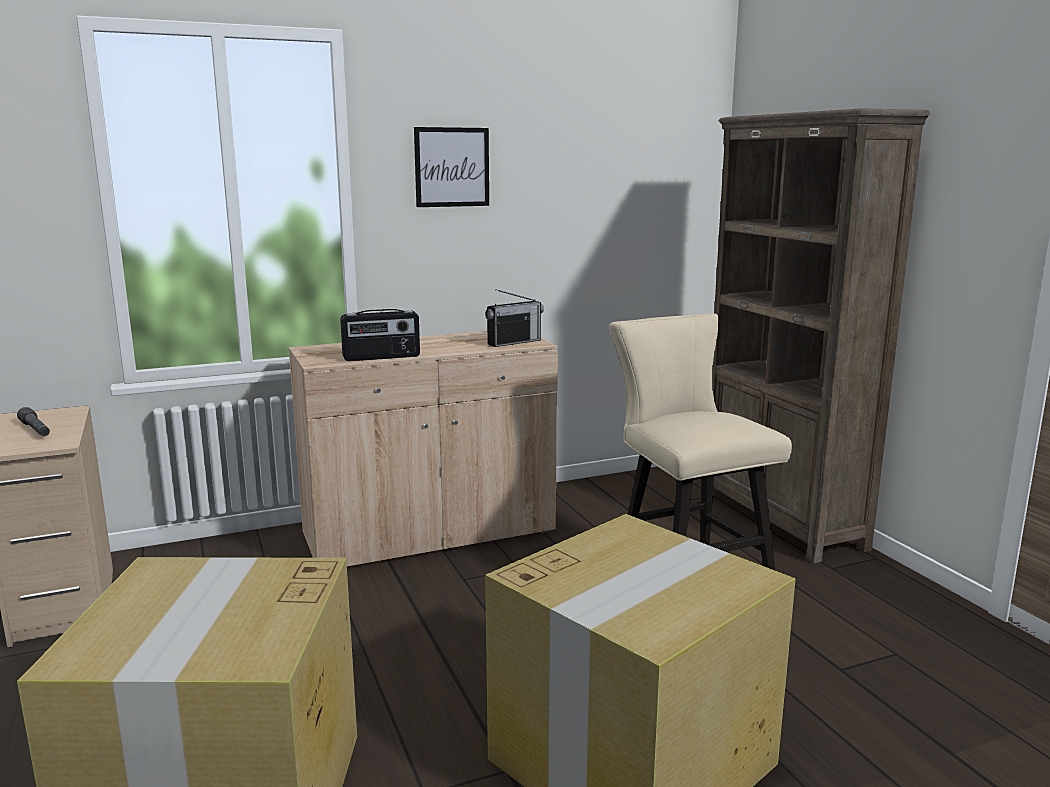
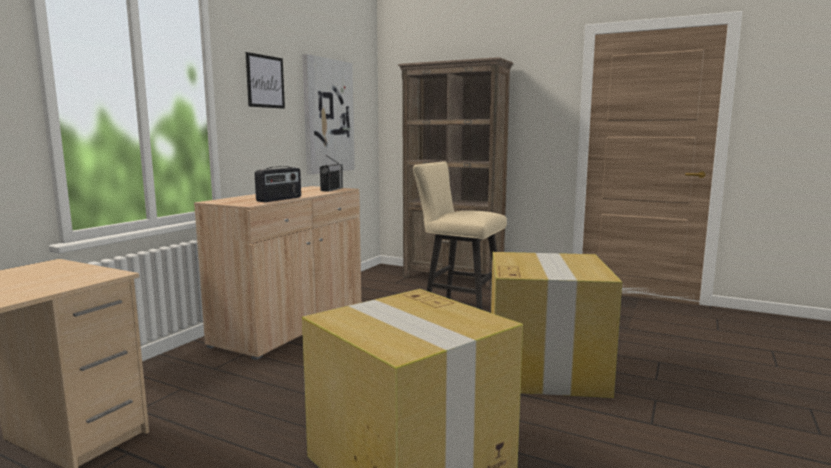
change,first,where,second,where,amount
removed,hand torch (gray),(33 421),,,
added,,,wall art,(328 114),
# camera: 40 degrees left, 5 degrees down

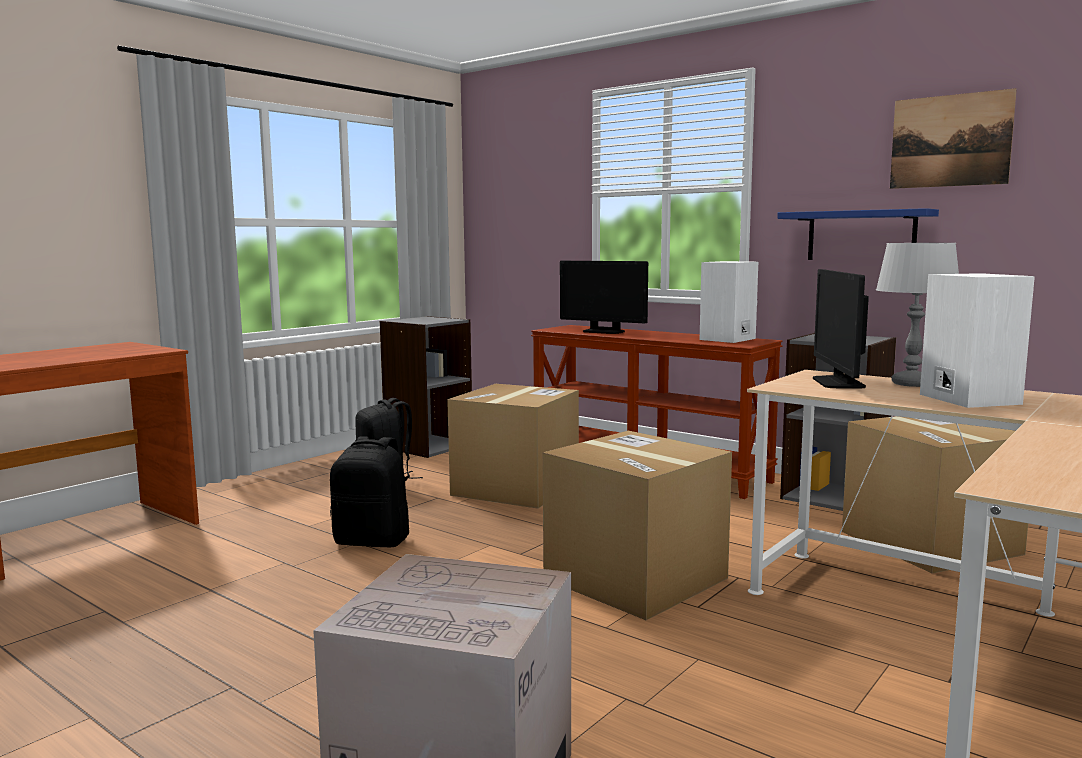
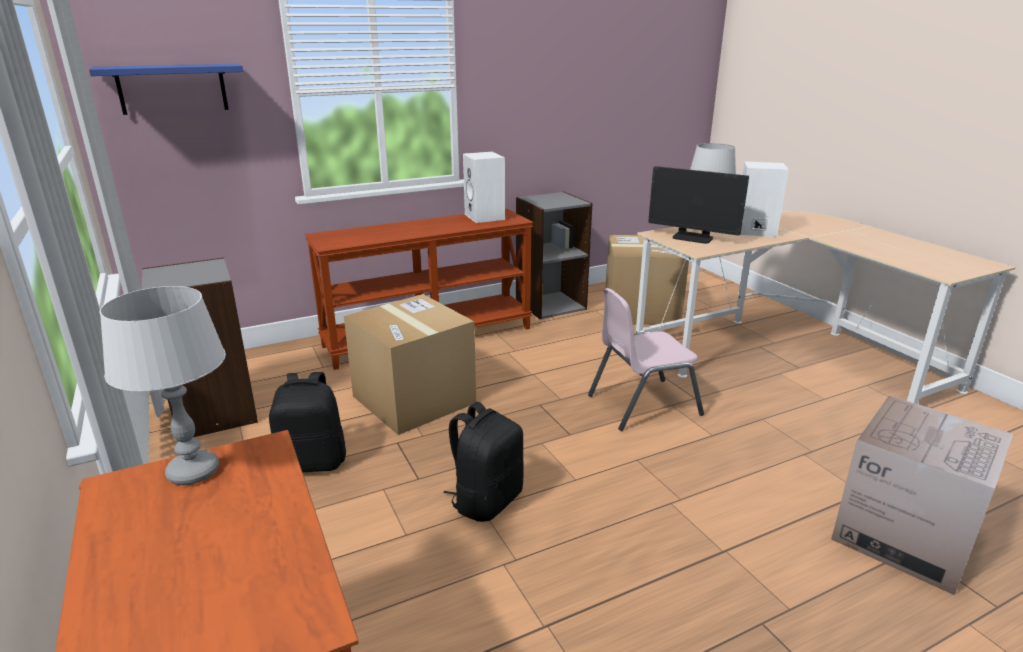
change,first,where,second,where,amount
replaced,packing box,(637 525),upright chair (pink),(646 359),
removed,computer display,(604 297),,,
moved,wall shelf (blue-coloured),(858 234),,(166 89),
removed,wall art,(953 138),,,
added,,,lamp for a table (gray),(162 385),
# camera: 65 degrees left, 15 degrees up

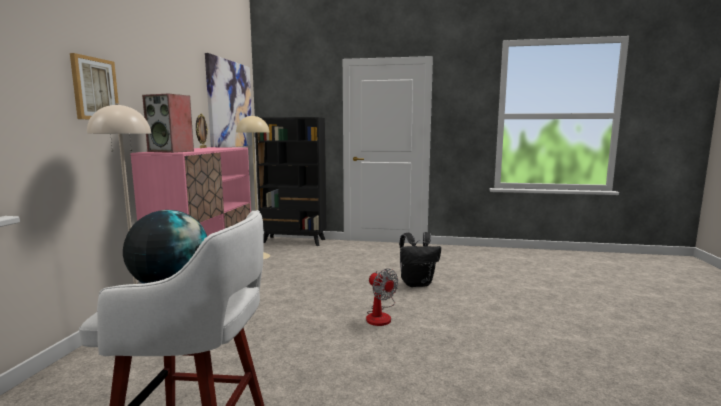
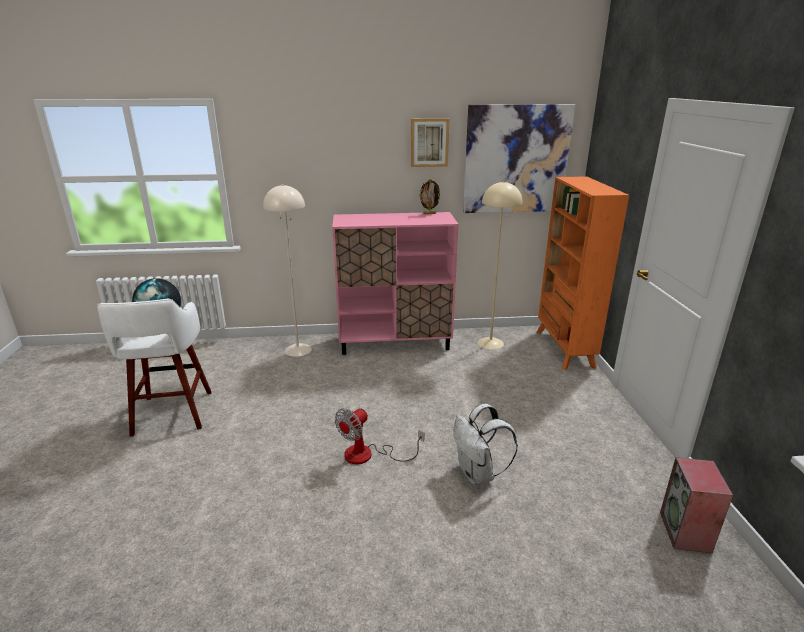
change,first,where,second,where,amount
moved,wall art,(94 86),,(430 142),
moved,audio speaker,(168 123),,(696 505),
recoloured,bookcase (black),(290 181),bookcase (orange),(582 273),
recoloured,knapsack (black),(420 259),knapsack (white),(485 444),
# camera: 75 degrees right, 15 degrees up

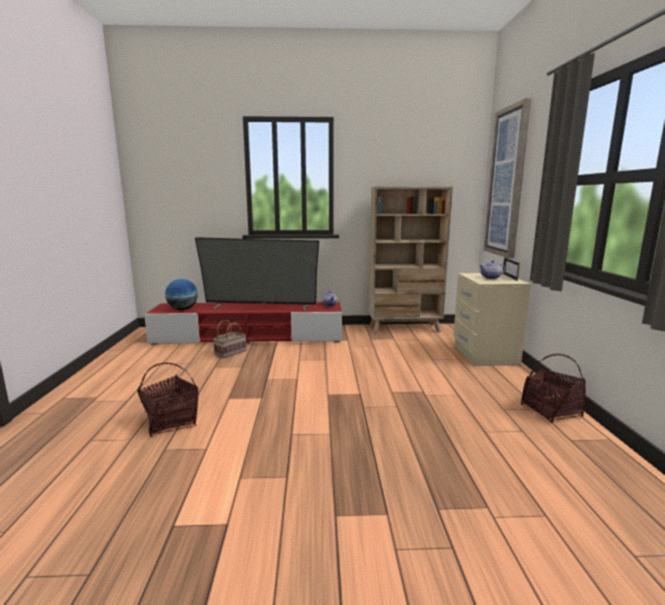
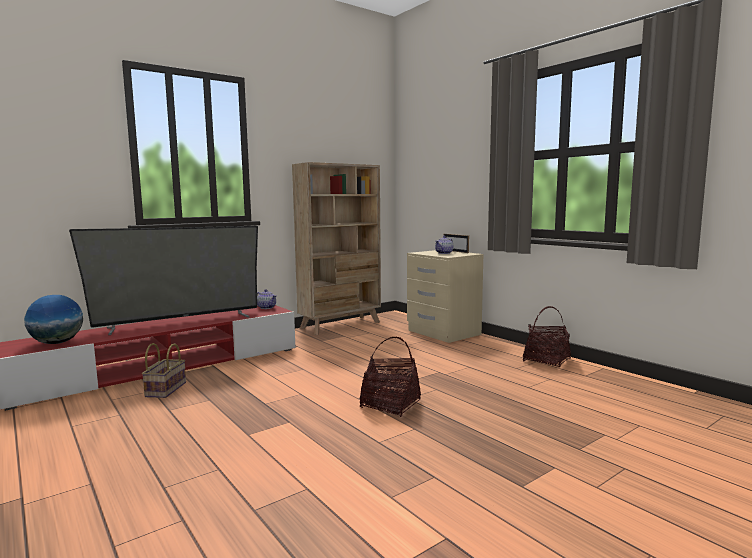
change,first,where,second,where,amount
moved,storage basket,(168 400),,(390 377),
removed,wall art,(507 178),,,
# camera: 35 degrees left, 5 degrees down

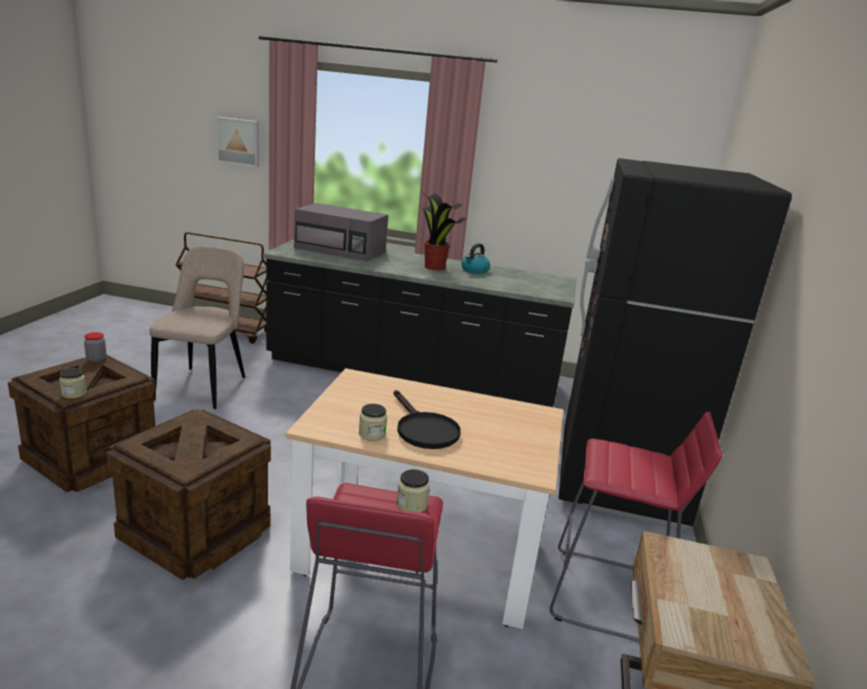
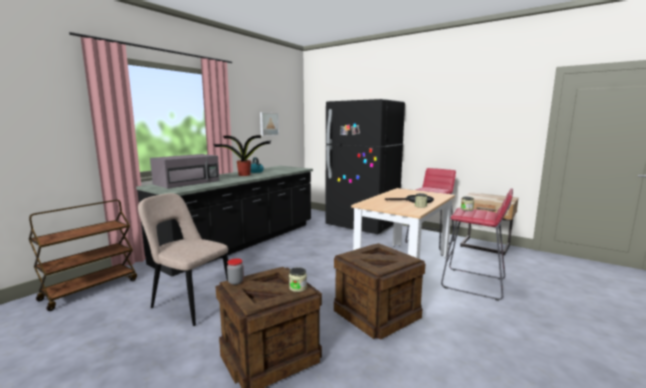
change,first,where,second,where,amount
moved,wall art,(237 142),,(269 124),
# camera: 65 degrees left, 10 degrees down

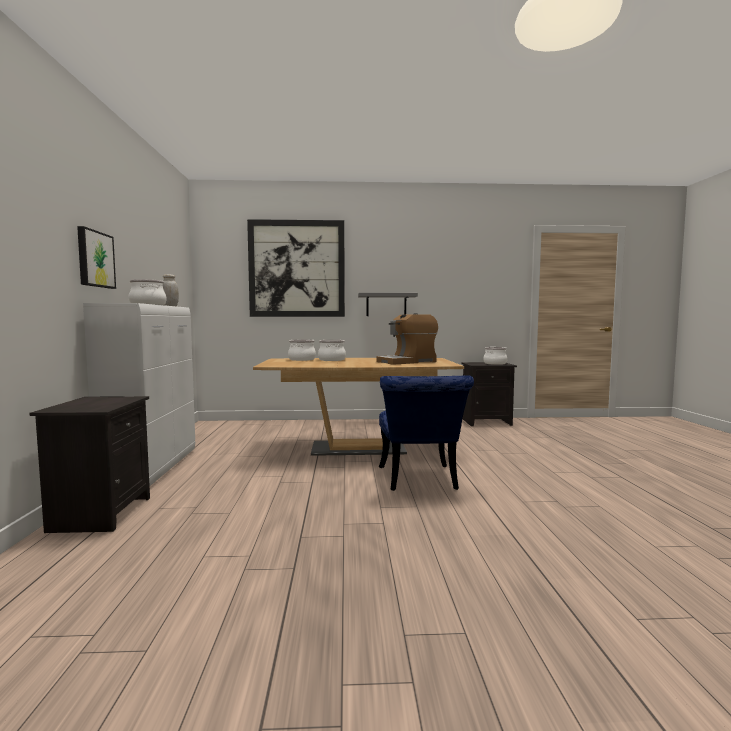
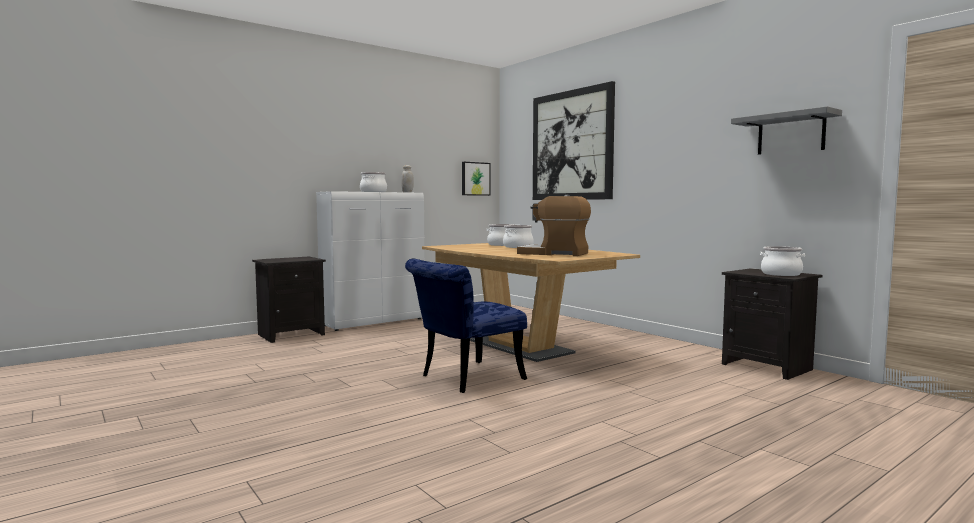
change,first,where,second,where,amount
moved,wall art,(96 257),,(476 179),
moved,wall shelf (gray),(388 304),,(786 130),
# camera: 55 degrees right, 0 degrees up

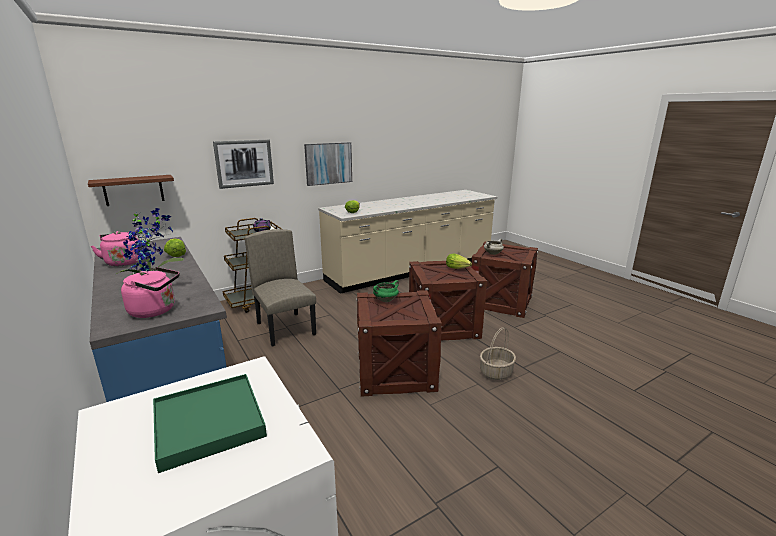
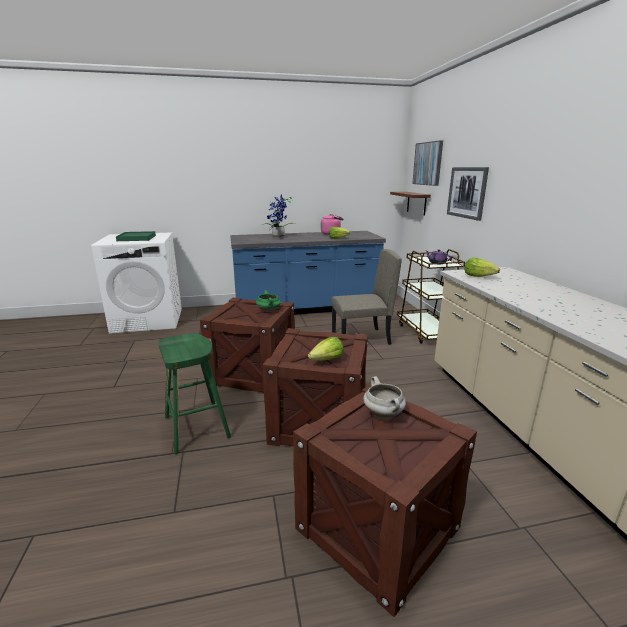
change,first,where,second,where,amount
removed,water kettle (pink),(150 292),,,
moved,wall art,(328 164),,(427 163),
replaced,storage basket,(498 353),stool (green),(195 393),
# camera: 110 degrees right, 0 degrees up

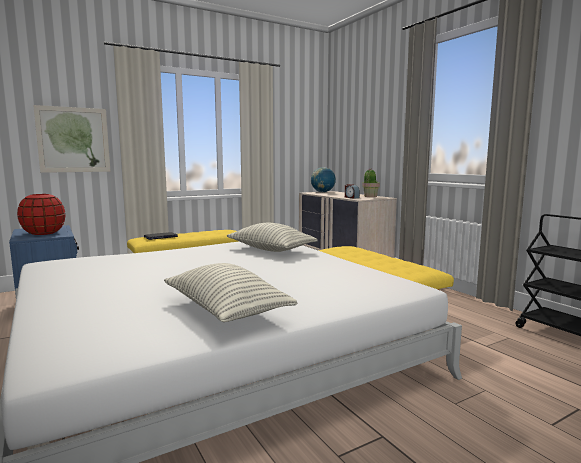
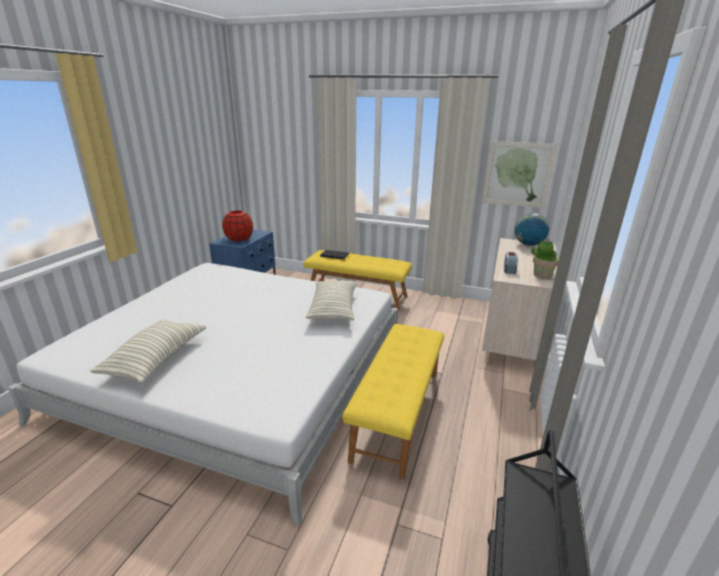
change,first,where,second,where,amount
moved,wall art,(71 139),,(520 174),
# camera: 50 degrees right, 15 degrees up

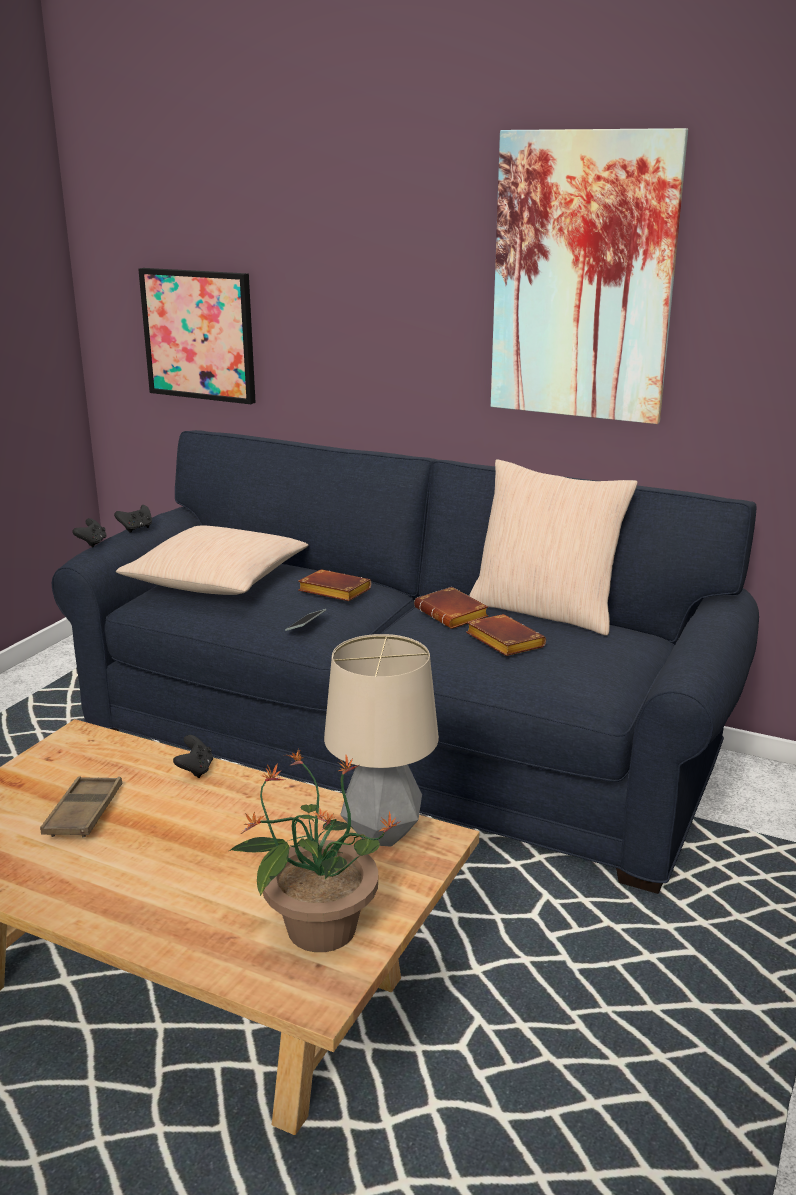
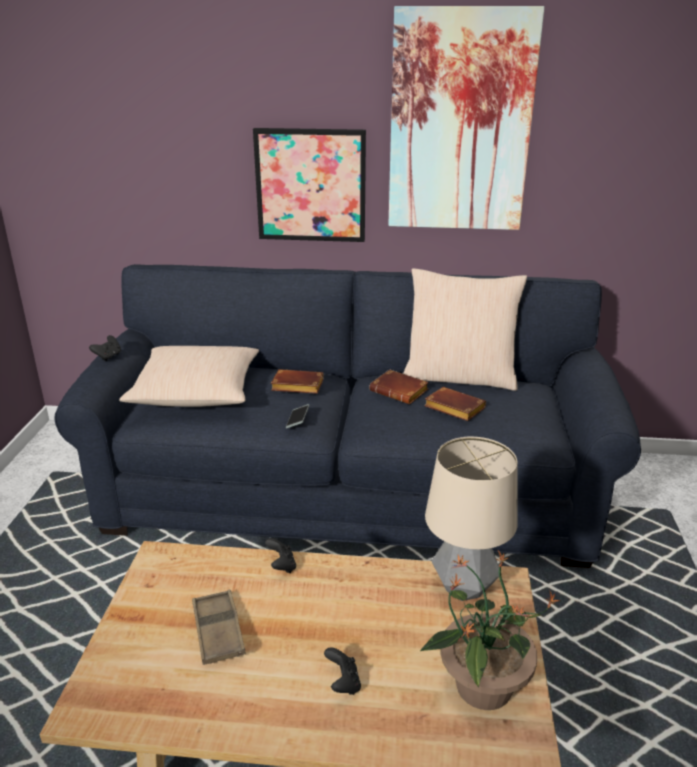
change,first,where,second,where,amount
moved,joypad (black),(89 532),,(342 671),
moved,wall art,(197 336),,(309 185),
# camera: 20 degrees left, 5 degrees up

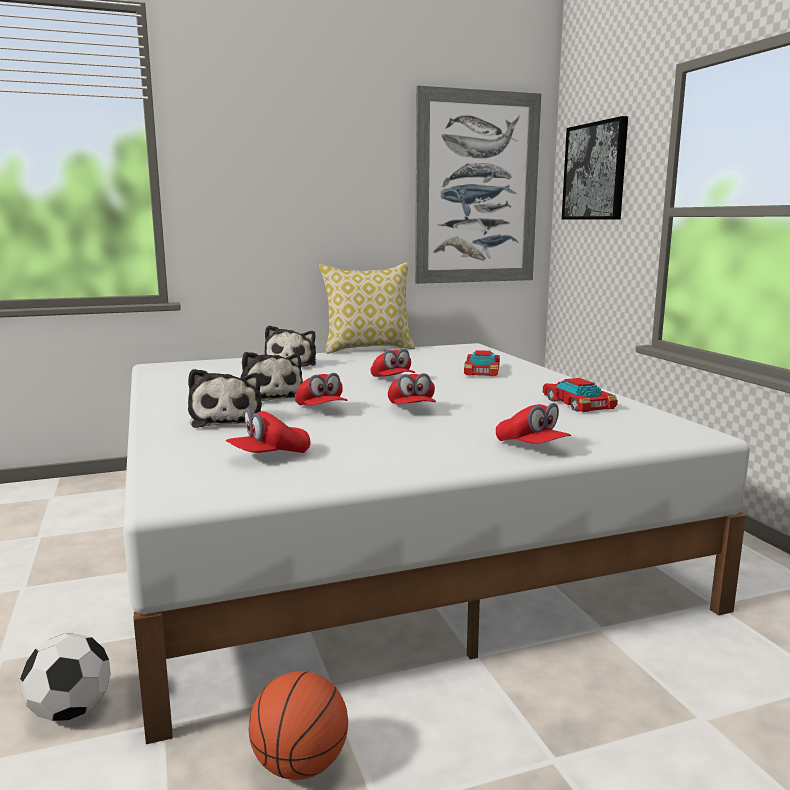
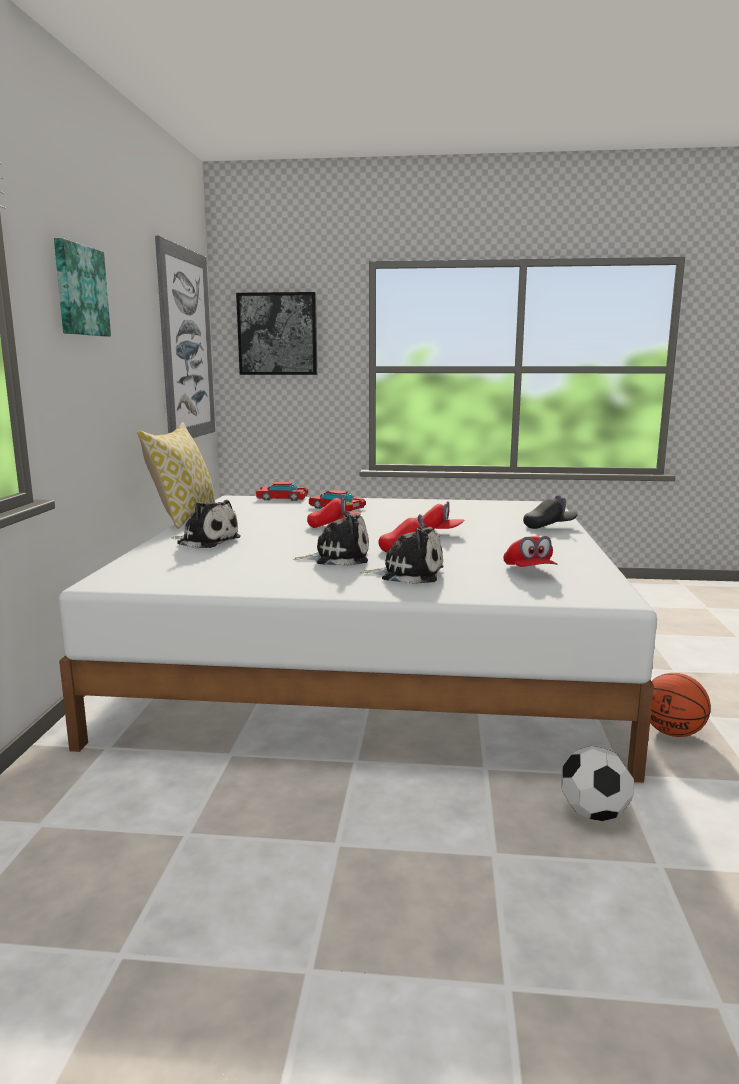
change,first,where,second,where,amount
recoloured,baseball cap (red),(533 423),baseball cap (black),(550 512),
moved,miniature car,(580 395),,(282 491),
added,,,wall art,(82 287),
# camera: 65 degrees left, 0 degrees up

